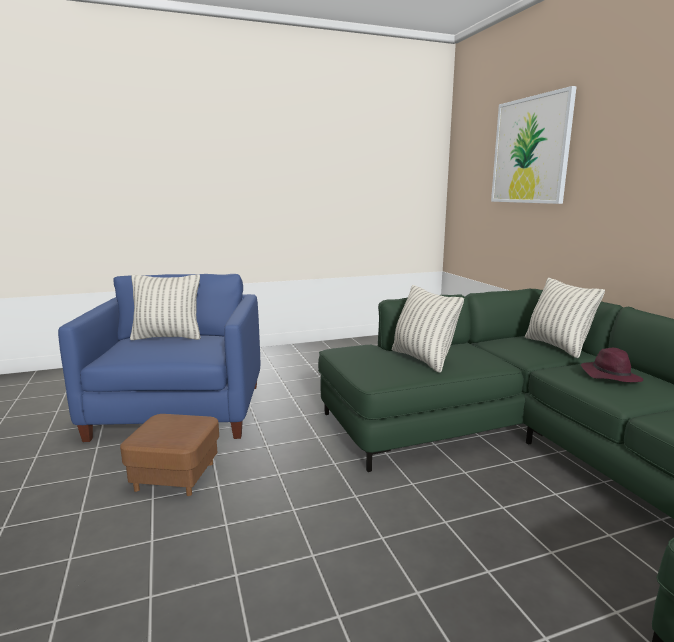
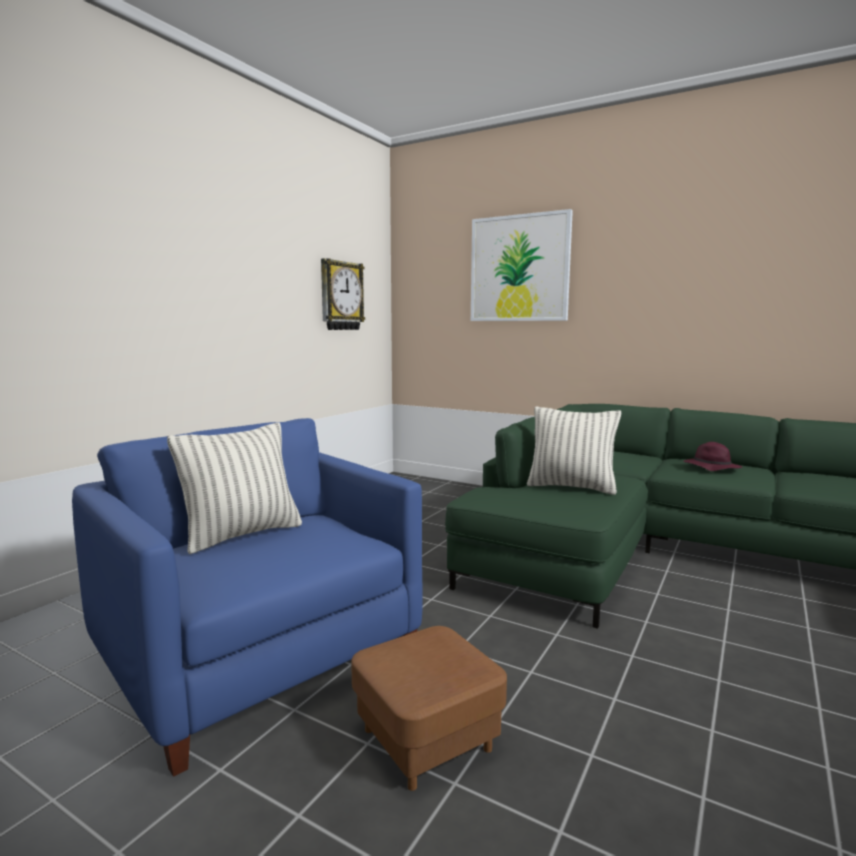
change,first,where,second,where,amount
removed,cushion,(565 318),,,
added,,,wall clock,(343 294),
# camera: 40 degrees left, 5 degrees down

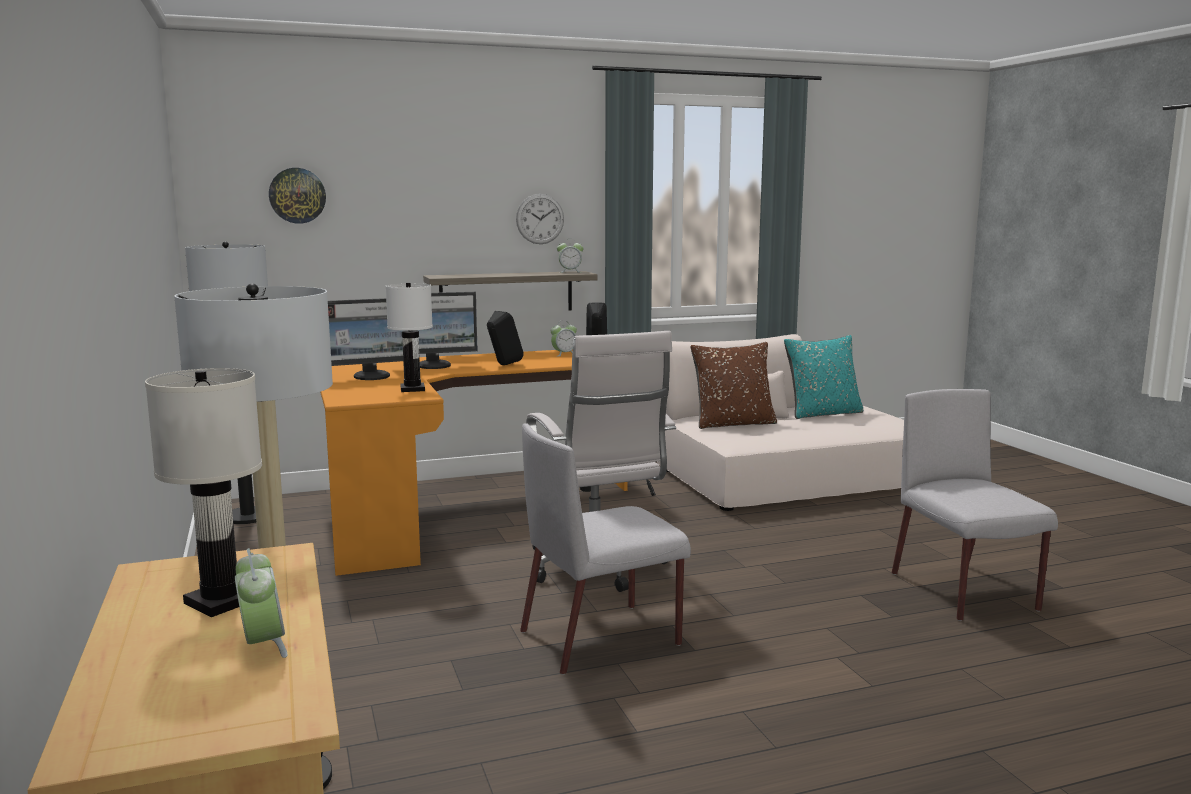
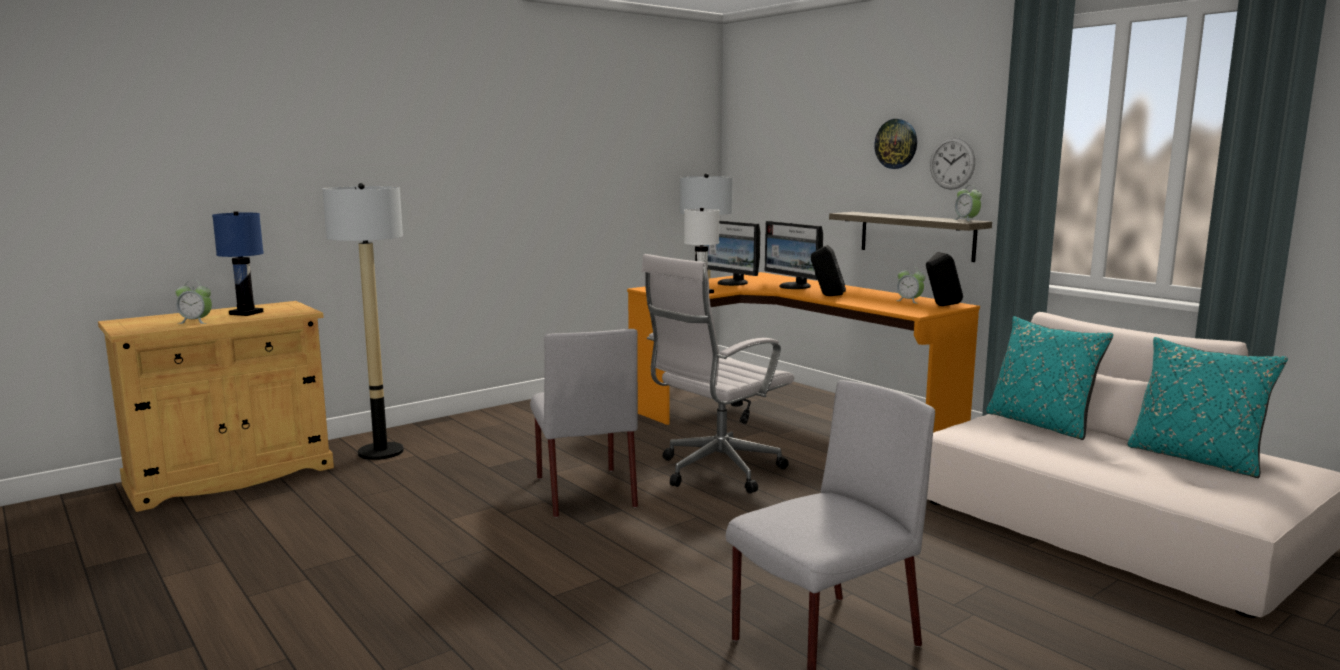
change,first,where,second,where,amount
recoloured,lamp for a table (white),(203 492),lamp for a table (blue-coloured),(238 263),
turned,table clock,(261 603),,(194 302),45 degrees clockwise
moved,wall clock,(297 196),,(895 144),
turned,upright chair (gray),(605 549),,(584 423),150 degrees counterclockwise
recoloured,cushion (brown-coloured),(733 385),cushion (turquoise-coloured),(1049 378),
# camera: 70 degrees right, 0 degrees up

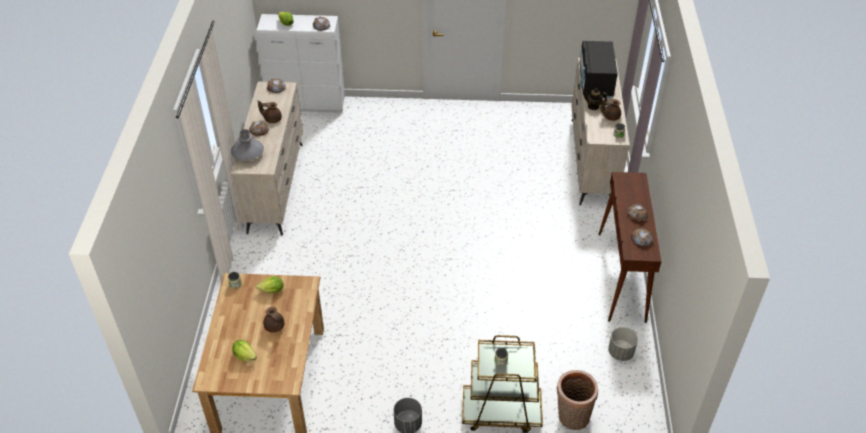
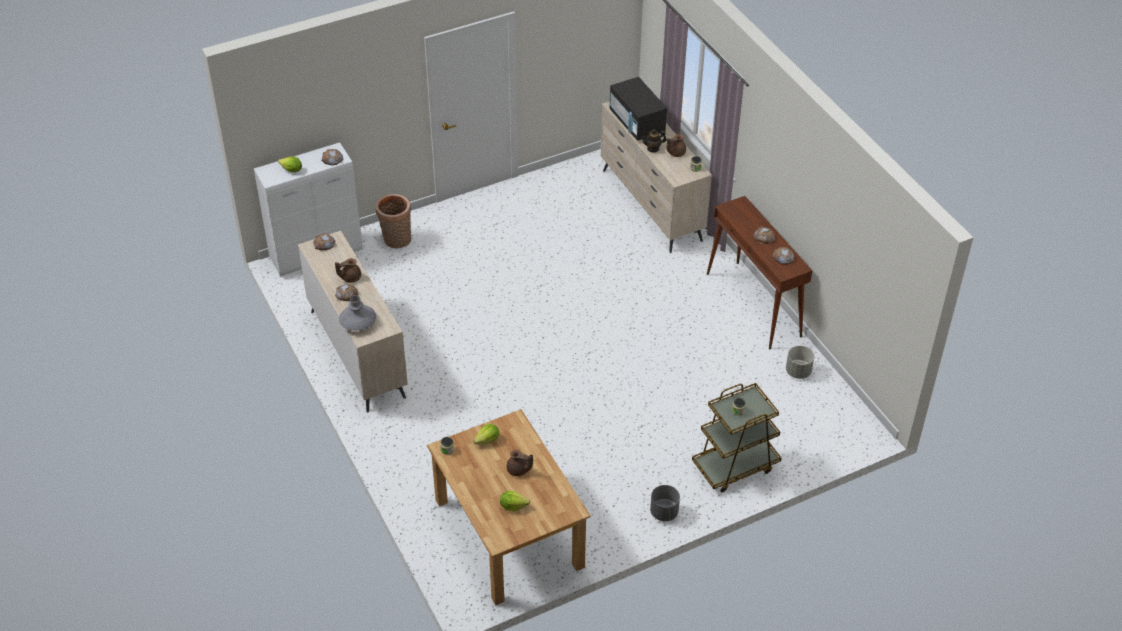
change,first,where,second,where,amount
moved,storage basket,(577 400),,(393 221),
# camera: 30 degrees left, 0 degrees up

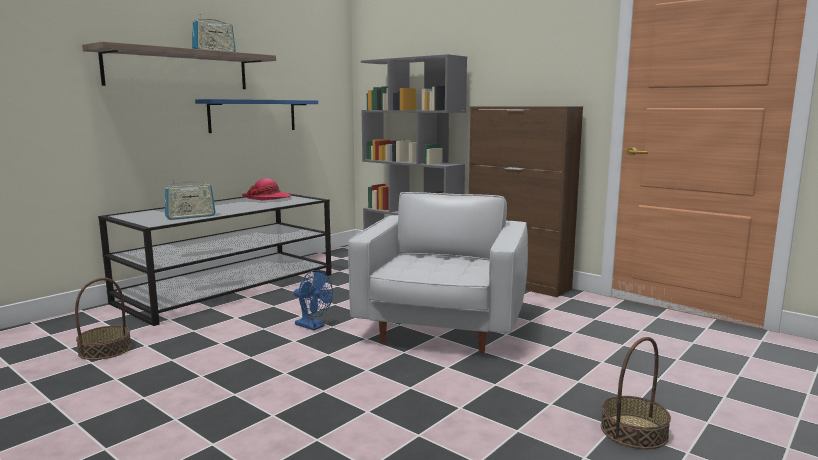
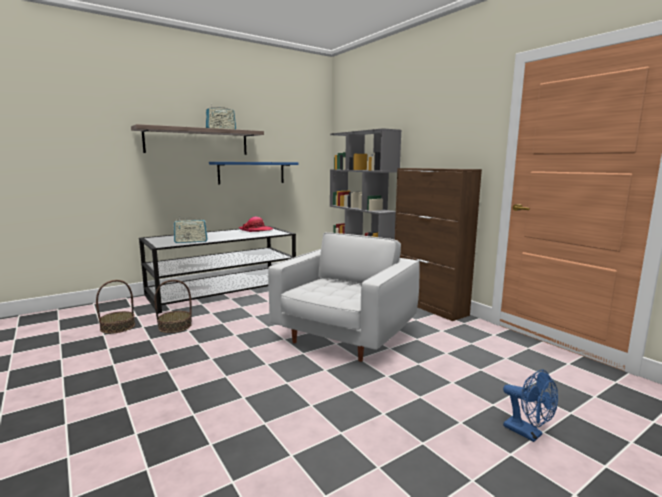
change,first,where,second,where,amount
moved,electric fan (blue-coloured),(313 300),,(530 406),
moved,storage basket,(636 393),,(173 306),
# camera: 15 degrees right, 0 degrees up

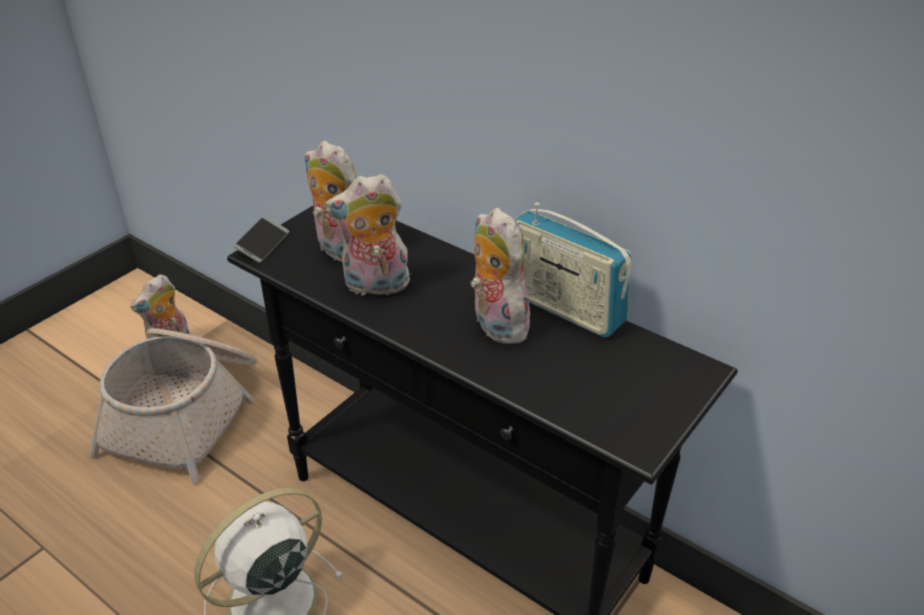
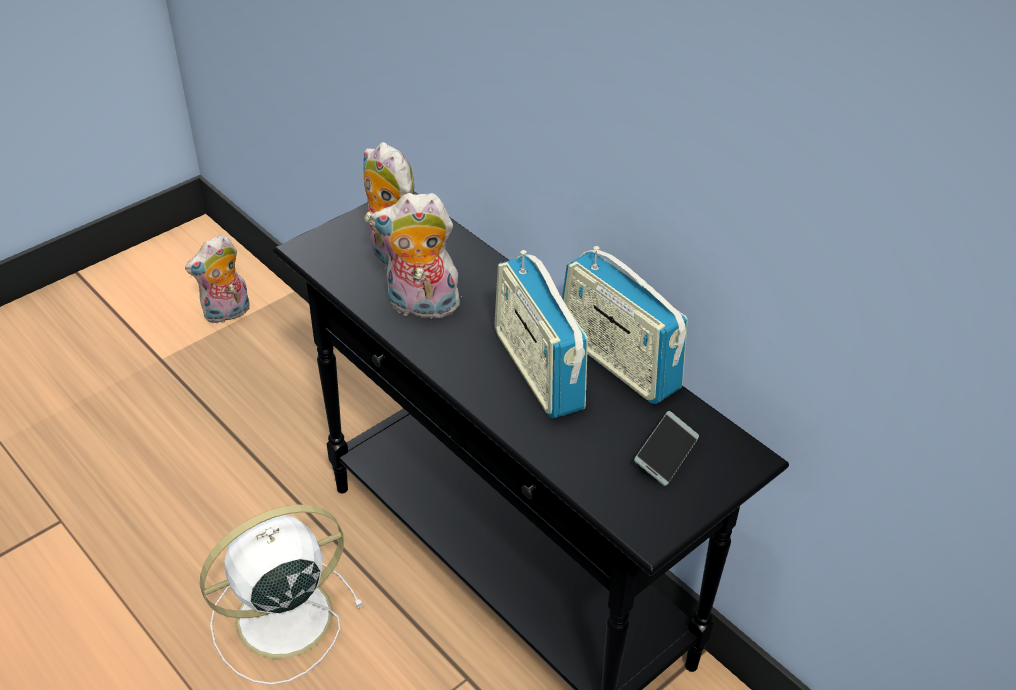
change,first,where,second,where,amount
removed,storage basket,(173 405),,,
moved,phone,(261 239),,(666 448),
replaced,soft toy,(501 276),radio receiver,(541 334),
# camera: 10 degrees right, 5 degrees up

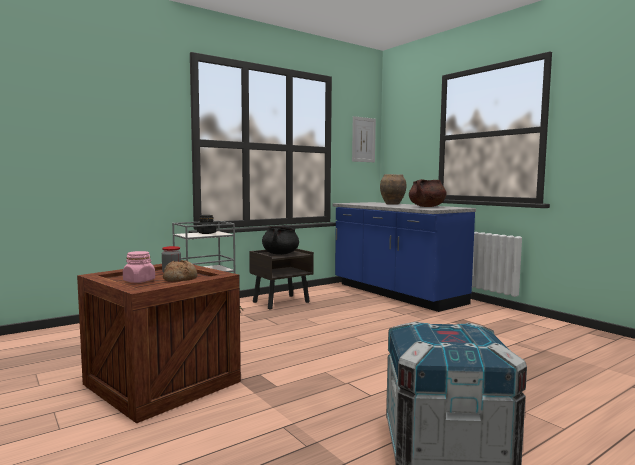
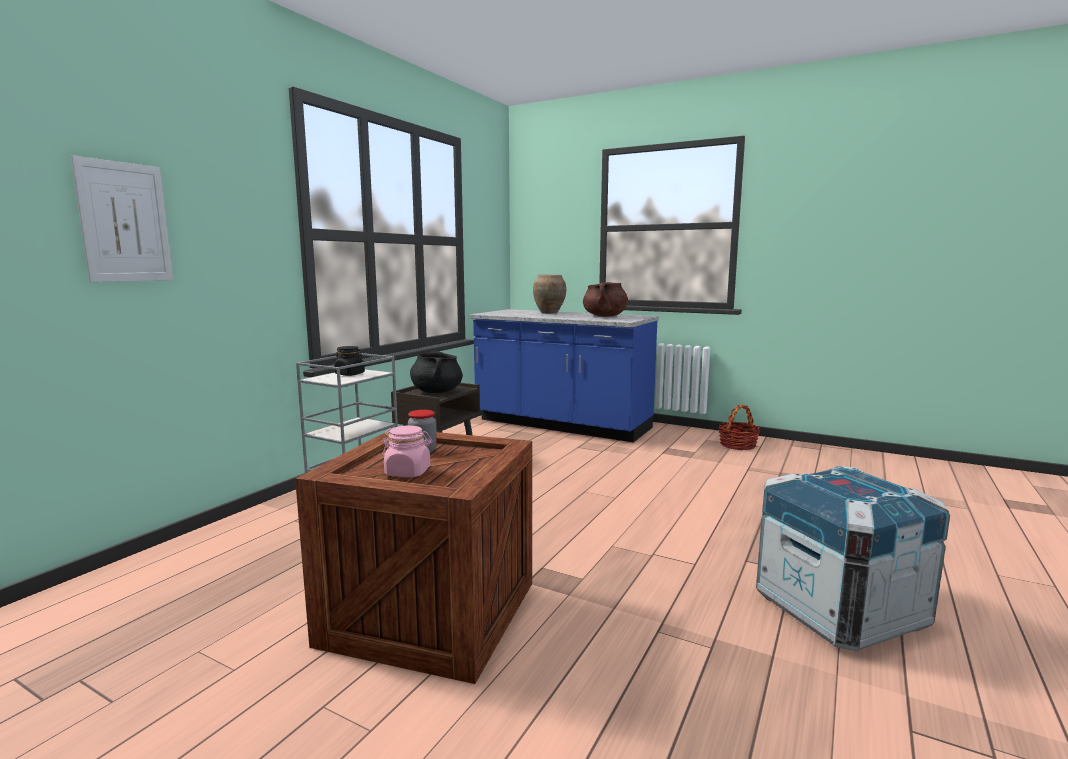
change,first,where,second,where,amount
removed,baked bread,(180 271),,,
moved,wall art,(364 139),,(122 218),
added,,,storage basket,(739 427),
# camera: 25 degrees left, 5 degrees up

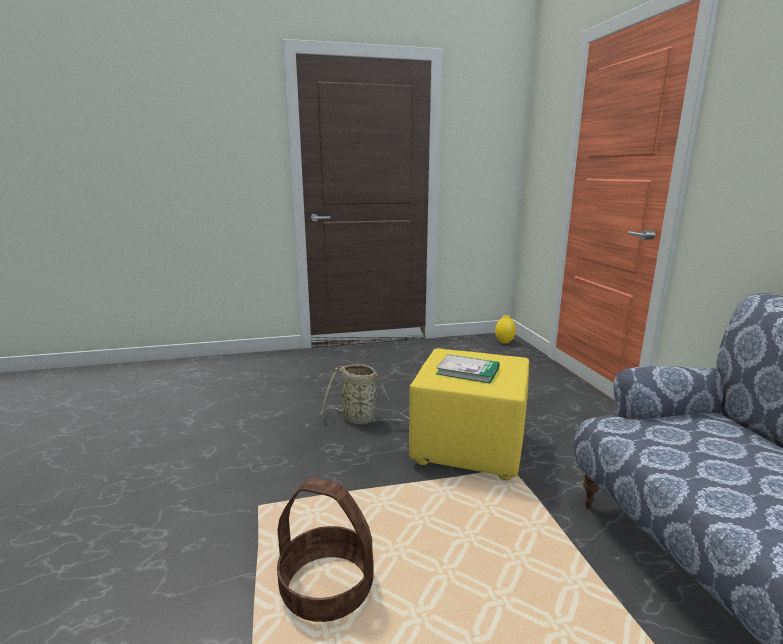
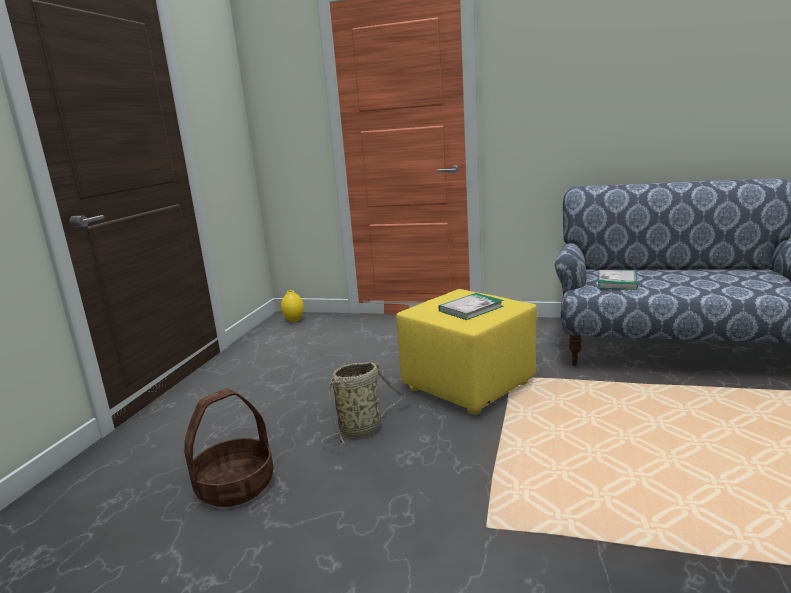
change,first,where,second,where,amount
moved,storage basket,(325 550),,(228 448),
added,,,bound book,(618 280),
# camera: 60 degrees left, 0 degrees up

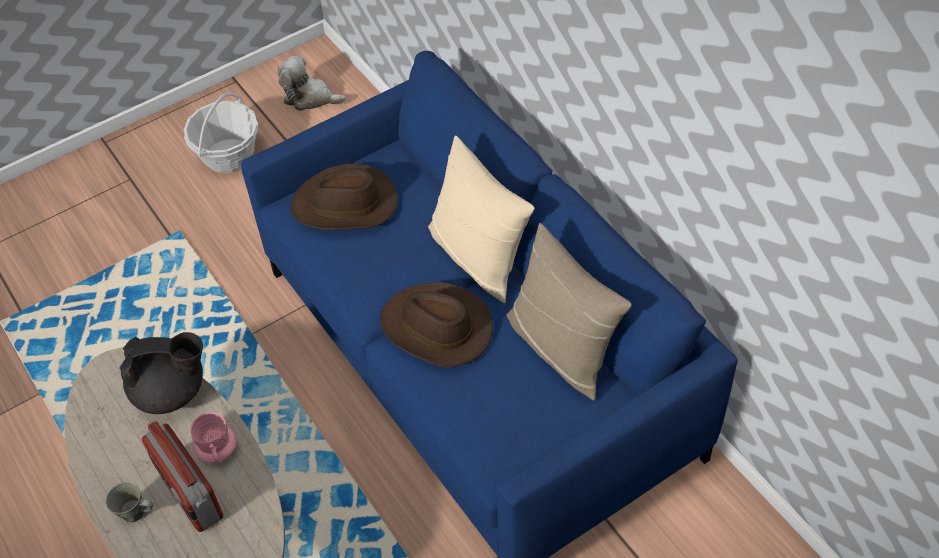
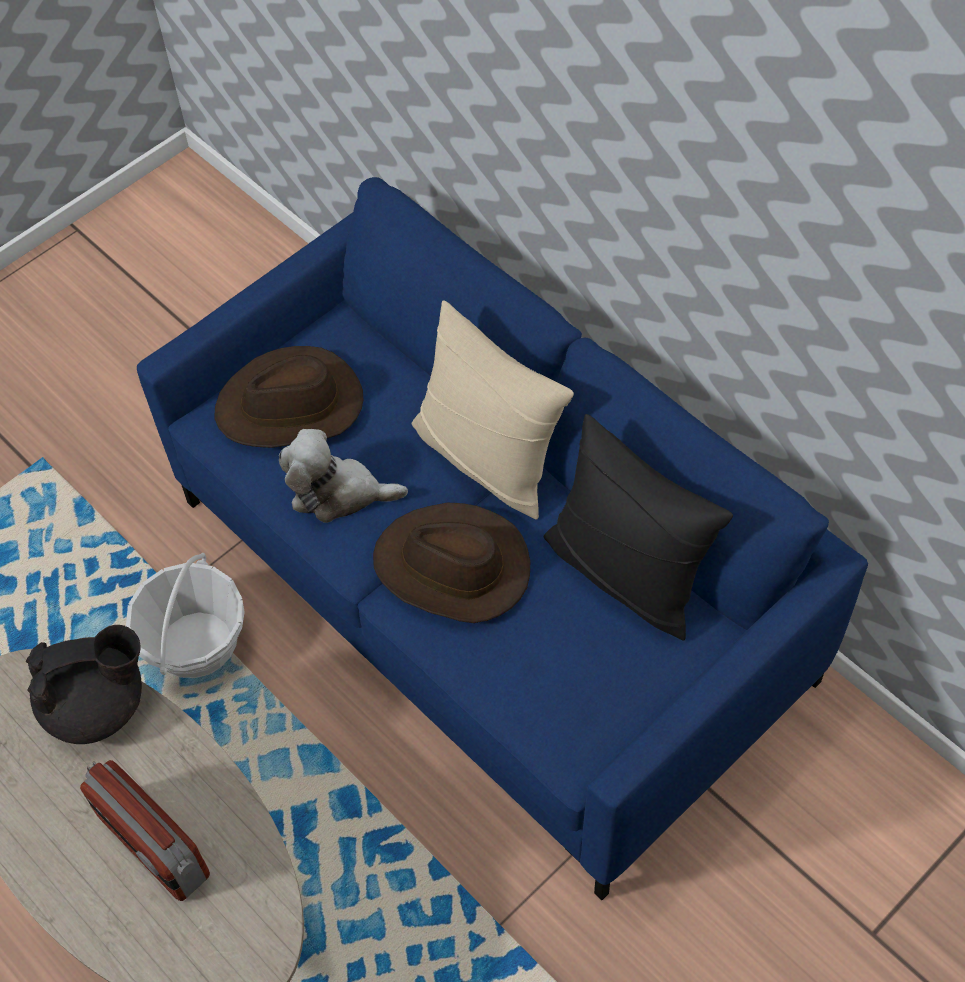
change,first,where,second,where,amount
removed,mug (gray),(129 502),,,
moved,storage basket,(221 132),,(185 615),
removed,mug (pink),(213 437),,,
moved,soft toy,(312 83),,(343 476),
recoloured,cushion (sand-coloured),(569 311),cushion (black),(638 527),
# camera: 10 degrees left, 5 degrees up

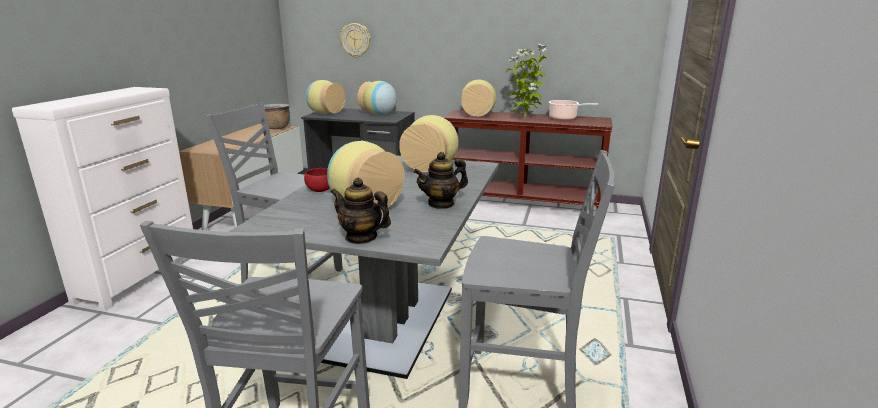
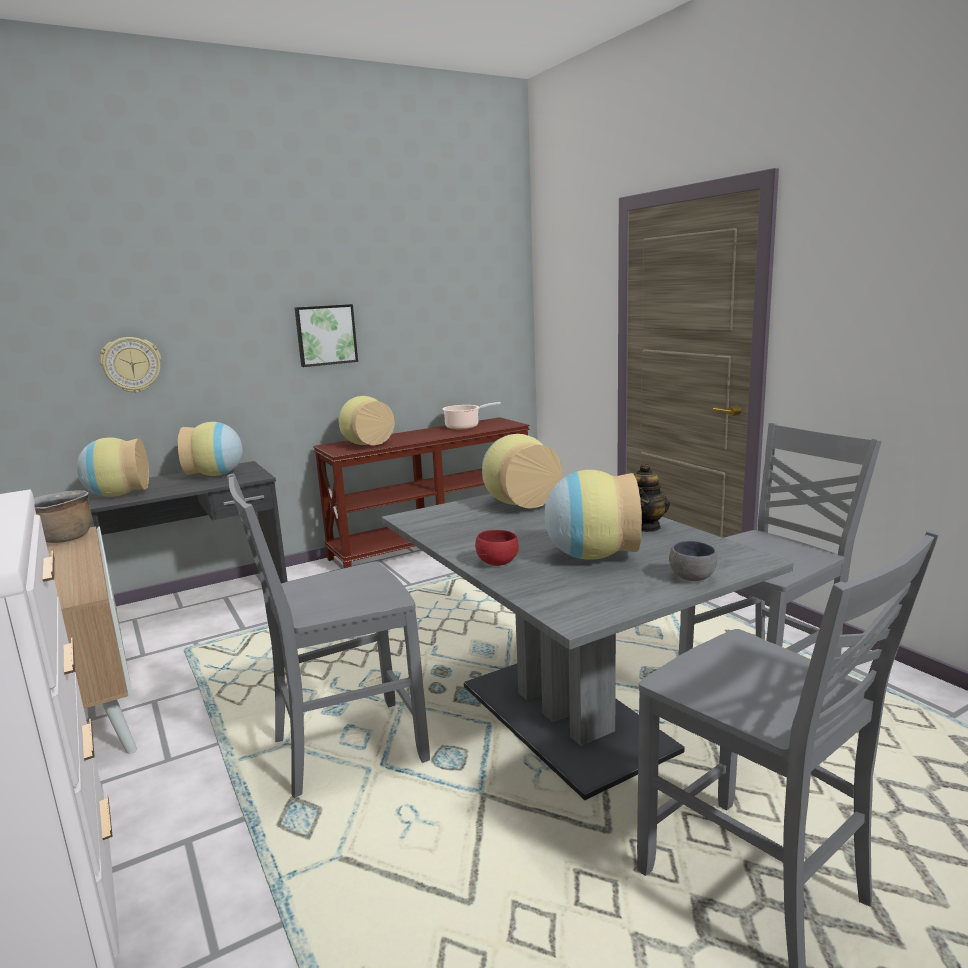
change,first,where,second,where,amount
replaced,pot for tea,(361 211),bowl (gray),(693 561),
removed,plant in a pot,(527 81),,,
added,,,wall art,(326 335),
# camera: 45 degrees left, 5 degrees down

